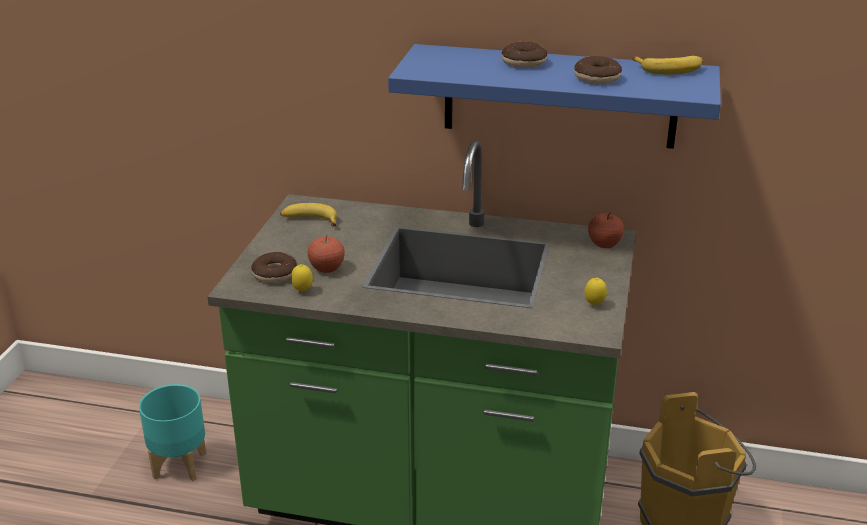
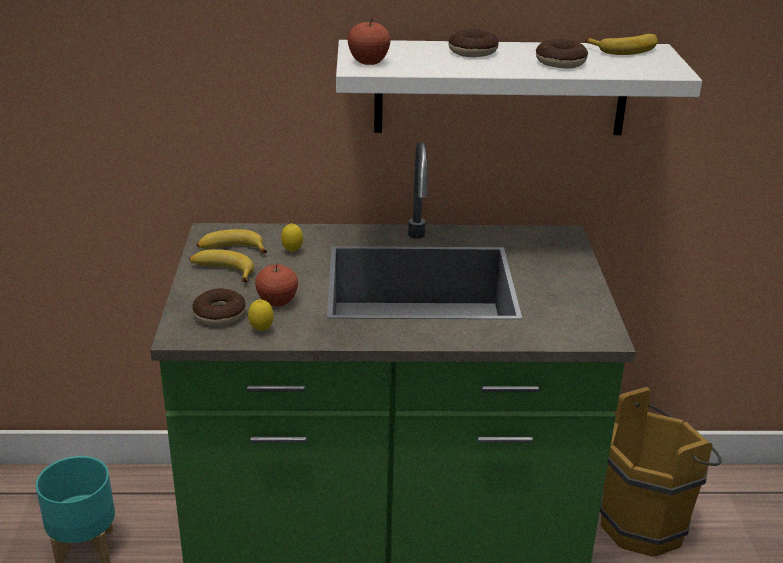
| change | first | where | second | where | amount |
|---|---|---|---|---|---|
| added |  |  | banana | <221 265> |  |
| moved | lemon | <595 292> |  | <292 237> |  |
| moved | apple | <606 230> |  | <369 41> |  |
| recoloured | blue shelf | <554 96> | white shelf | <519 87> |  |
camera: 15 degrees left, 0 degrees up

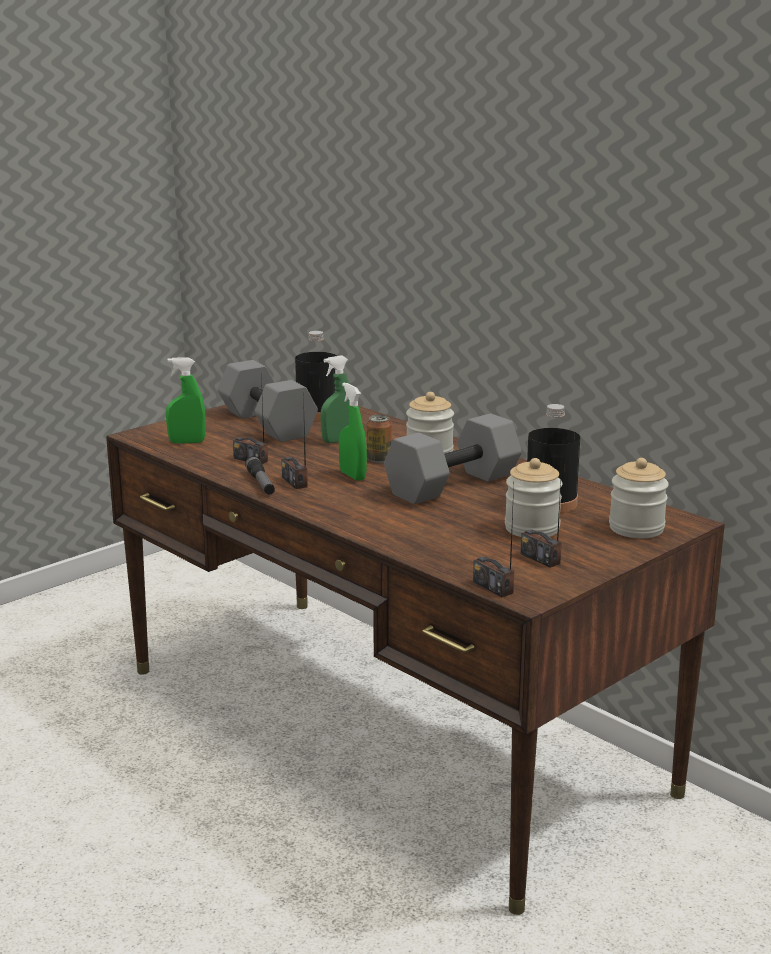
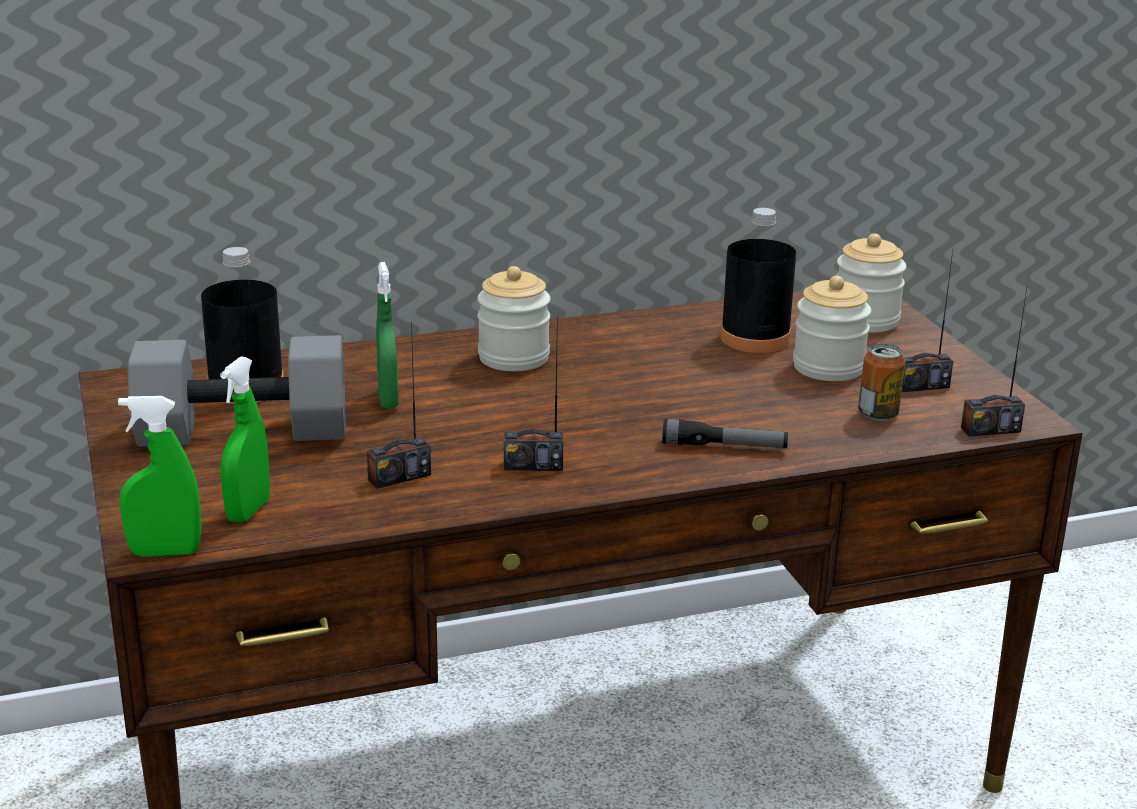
| change | first | where | second | where | amount |
|---|---|---|---|---|---|
| removed | grey dumbbell | <453 458> |  |  |  |
| moved | flashlight | <260 475> |  | <725 433> |  |
| moved | green spray bottle | <353 431> |  | <159 476> |  |
| moved | can | <379 439> |  | <881 382> |  |
camera: 65 degrees left, 5 degrees up

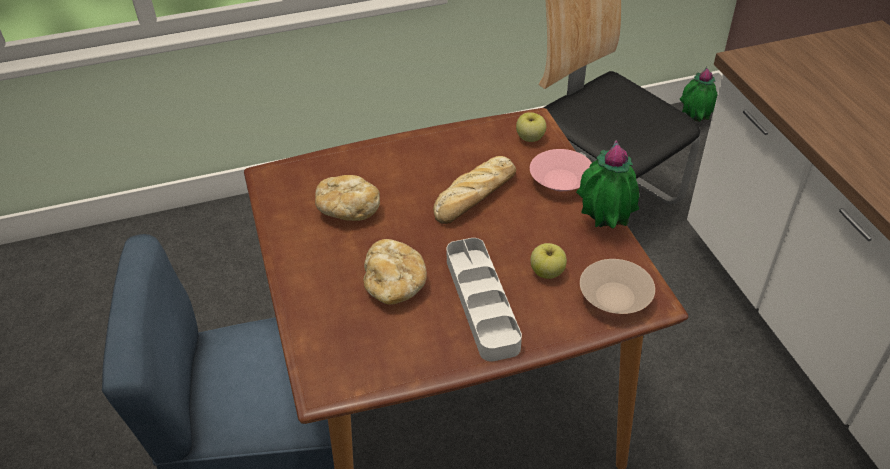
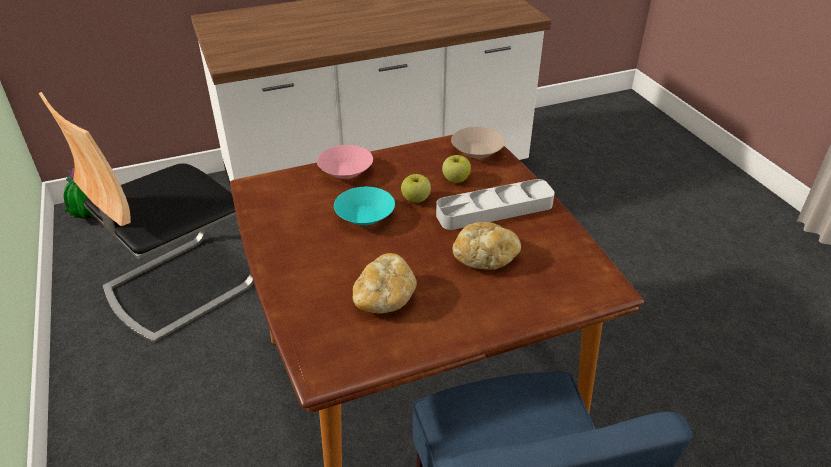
| change | first | where | second | where | amount |
|---|---|---|---|---|---|
| removed | potted plant | <607 184> |  |  |  |
| moved | apple | <531 127> |  | <416 188> |  |
| replaced | bread | <474 190> | turquoise bowl | <364 206> |  |
camera: 95 degrees left, 5 degrees down

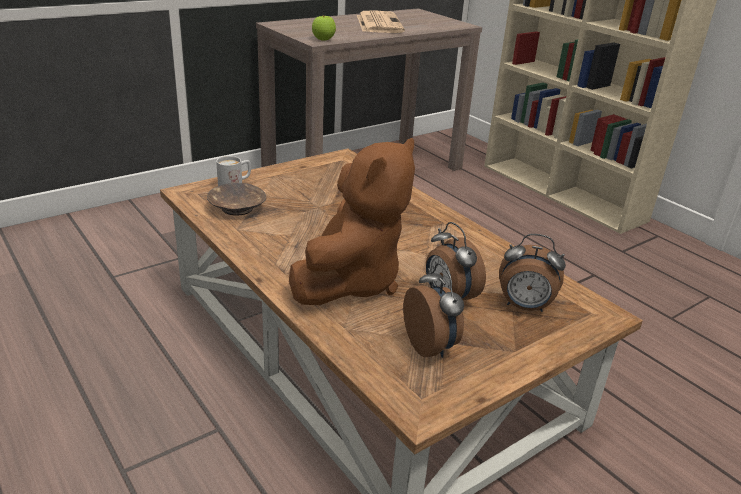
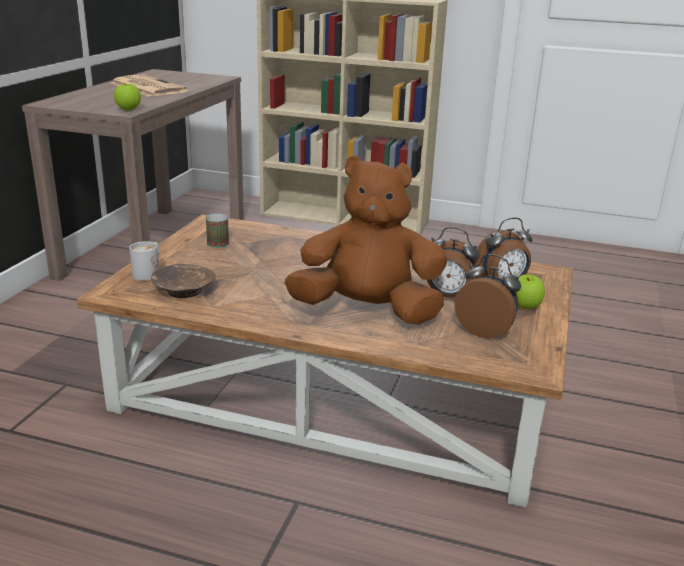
| change | first | where | second | where | amount |
|---|---|---|---|---|---|
| added |  |  | mug | <217 231> |  |
| added |  |  | apple | <530 292> |  |
| turned | brown plush toy | <352 221> |  | <365 240> | 75 degrees counterclockwise |
camera: 35 degrees left, 5 degrees down

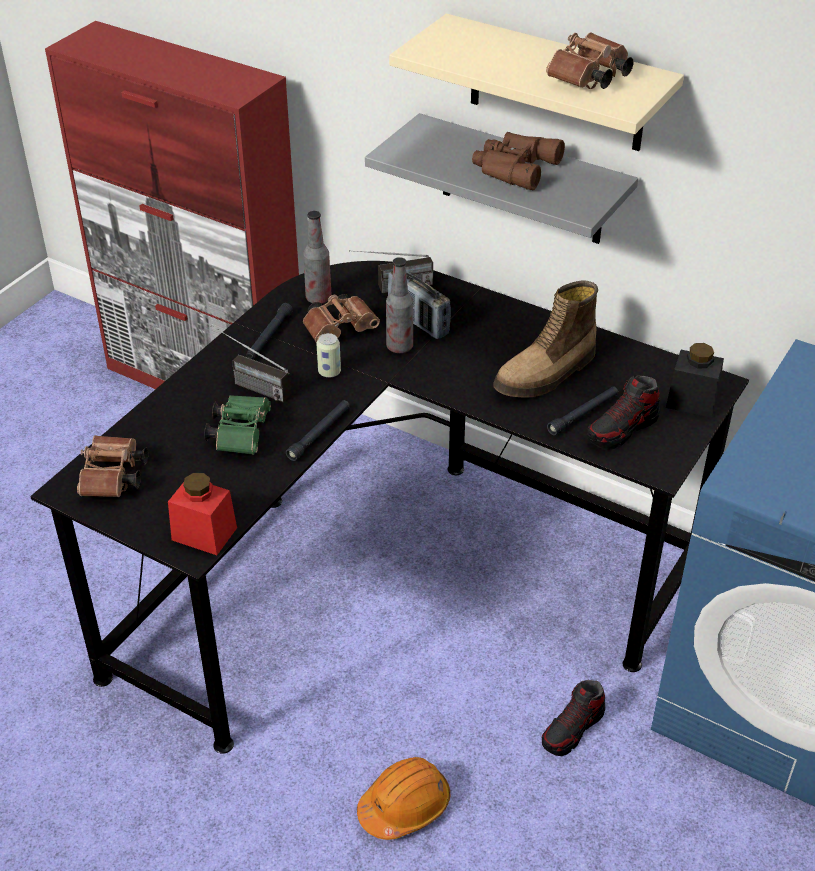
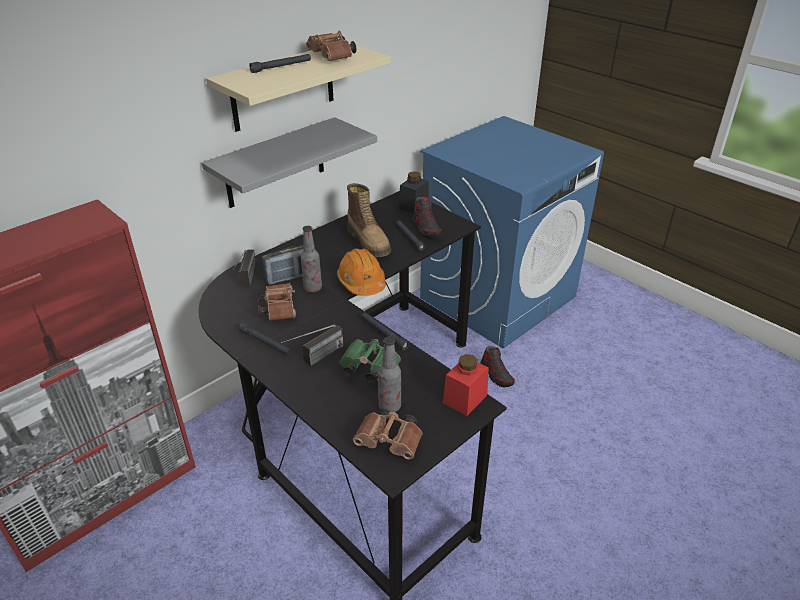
| change | first | where | second | where | amount |
|---|---|---|---|---|---|
| removed | can | <328 355> |  |  |  |
| removed | brown binoculars | <518 161> |  |  |  |
| added |  |  | black flashlight | <280 63> |  |
| moved | bottle | <317 257> |  | <389 374> |  |
| moved | orange hard hat | <403 798> |  | <361 272> |  |
camera: 75 degrees left, 5 degrees down

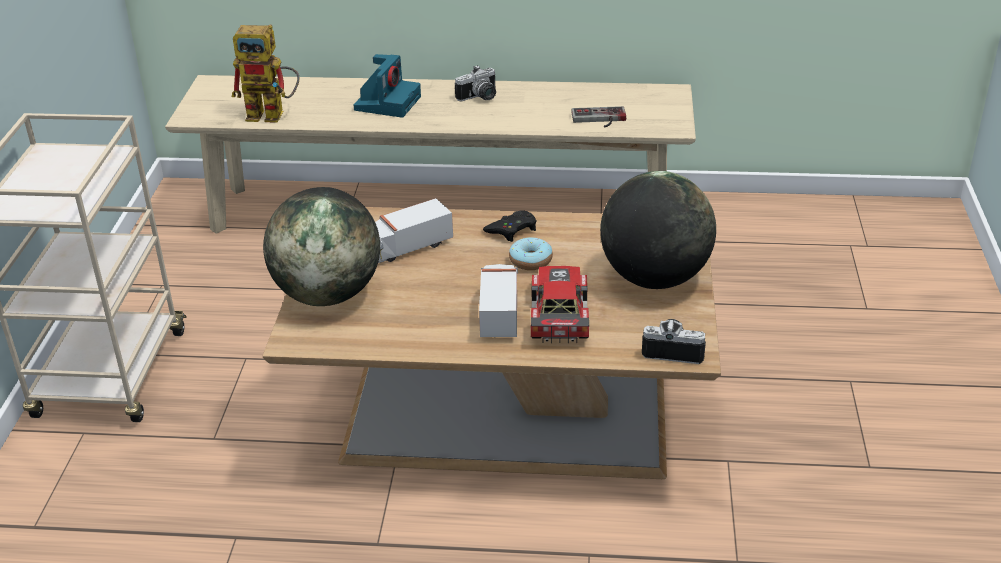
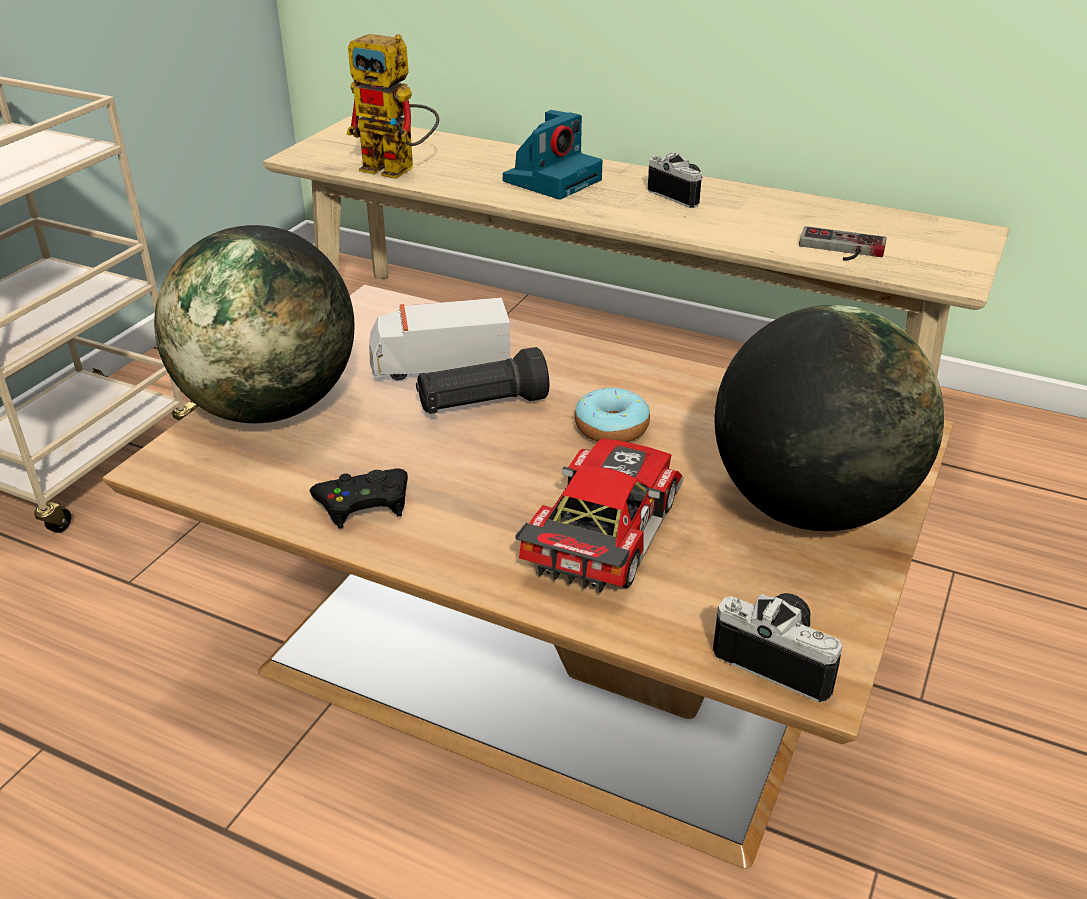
| change | first | where | second | where | amount |
|---|---|---|---|---|---|
| removed | toy truck | <498 300> |  |  |  |
| added |  |  | black flashlight | <482 380> |  |
| moved | black game controller | <509 226> |  | <359 498> |  |
| turned | photo camera | <475 83> |  | <675 180> | 120 degrees counterclockwise |
camera: 20 degrees right, 0 degrees up

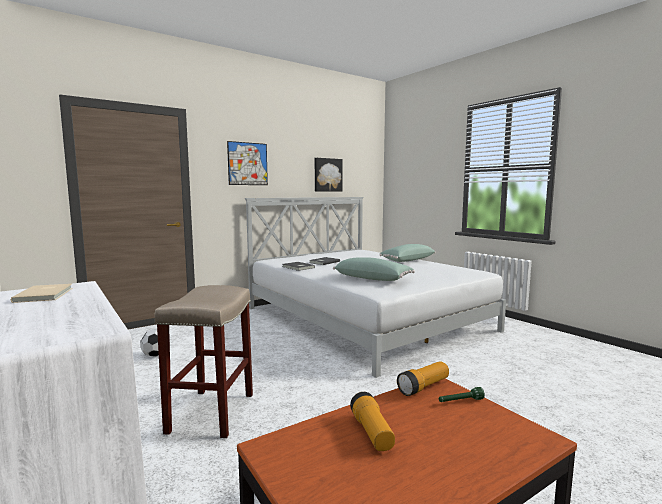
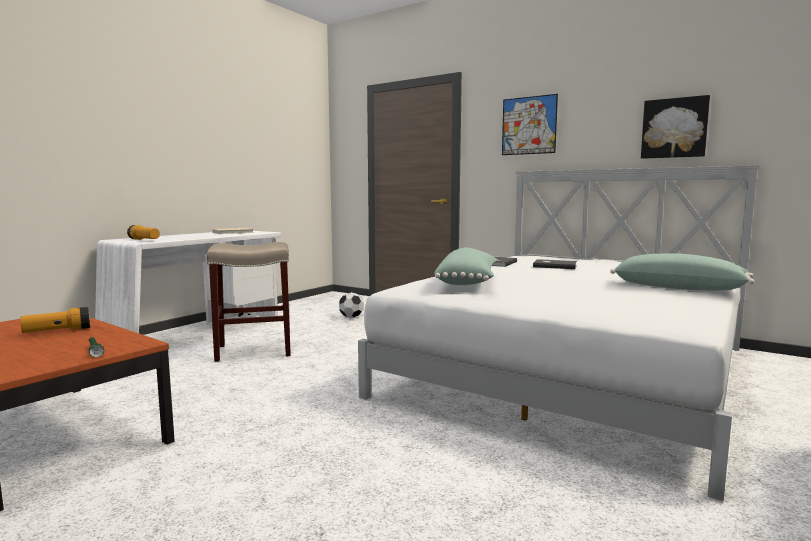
| change | first | where | second | where | amount |
|---|---|---|---|---|---|
| moved | flashlight | <423 378> |  | <143 232> |  |
camera: 70 degrees right, 0 degrees up

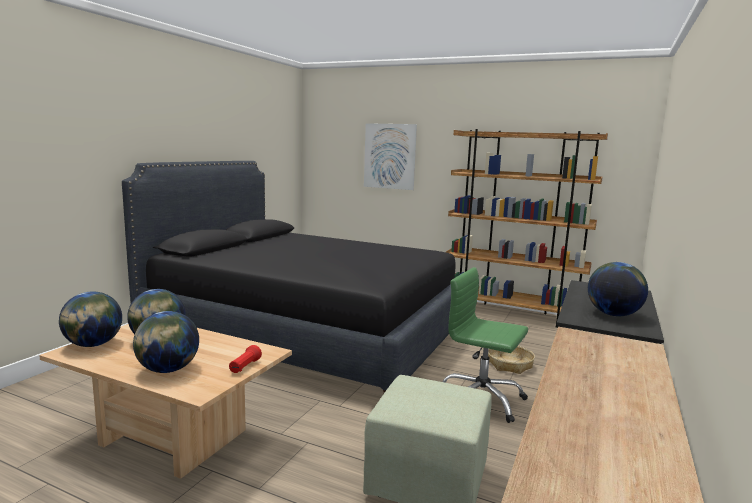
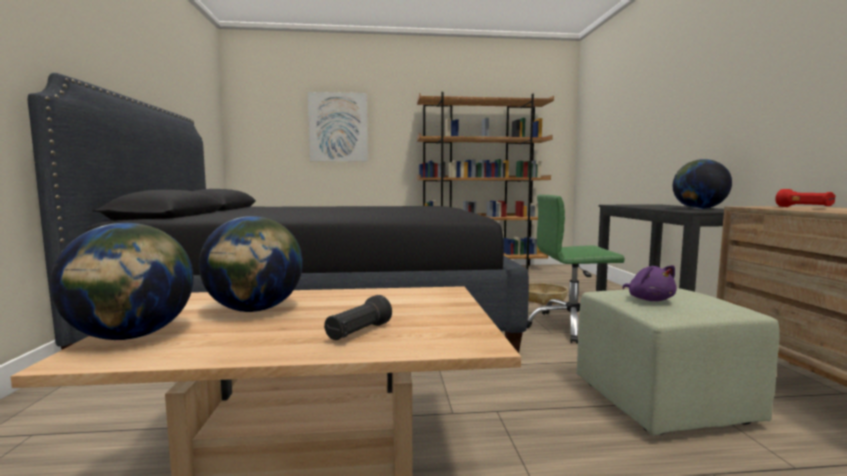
| change | first | where | second | where | amount |
|---|---|---|---|---|---|
| added |  |  | purple plush toy | <650 283> |  |
| moved | red flashlight | <245 359> |  | <805 198> |  |
| replaced | globe | <166 342> | black flashlight | <358 317> |  |
camera: 30 degrees left, 5 degrees down

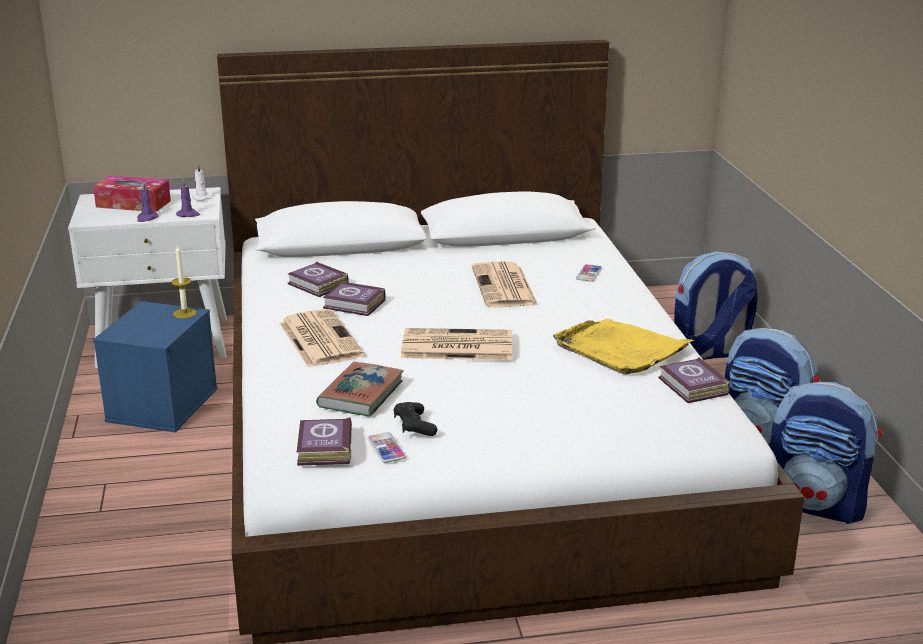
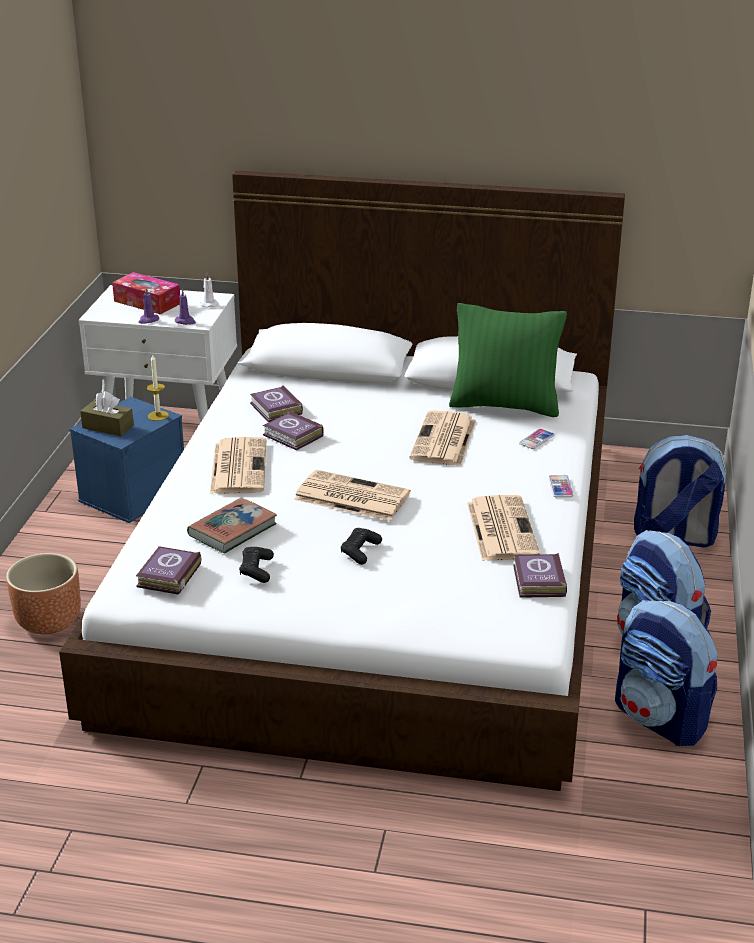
| change | first | where | second | where | amount |
|---|---|---|---|---|---|
| added |  |  | brown planter | <43 593> |  |
| added |  |  | brown tissue box | <107 413> |  |
| added |  |  | black game controller | <361 546> |  |
| added |  |  | green pillow | <508 360> |  |
| moved | phone | <387 447> |  | <560 486> |  |
| replaced | yellow tray | <623 347> | newspaper | <503 528> |  |
camera: 20 degrees right, 5 degrees up

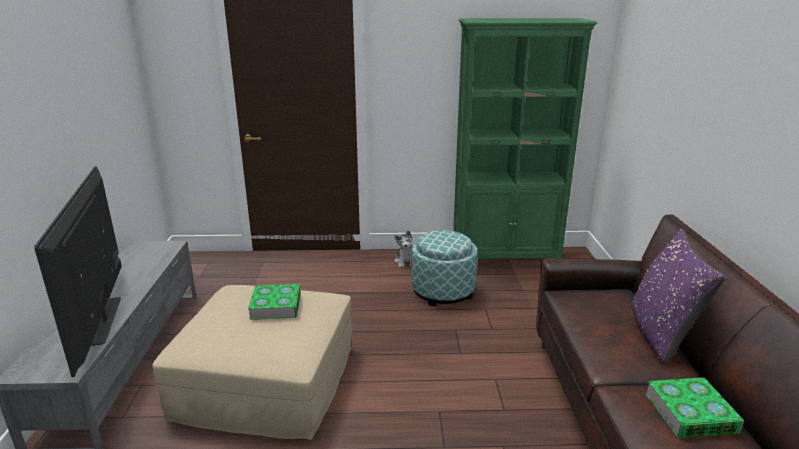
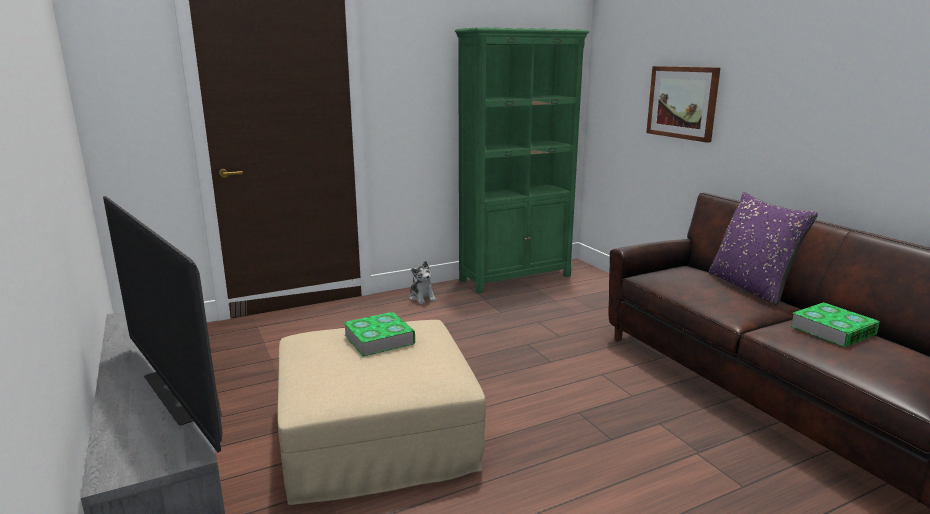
| change | first | where | second | where | amount |
|---|---|---|---|---|---|
| removed | ottoman | <444 268> |  |  |  |
| added |  |  | picture | <683 104> |  |
camera: 25 degrees left, 5 degrees down

